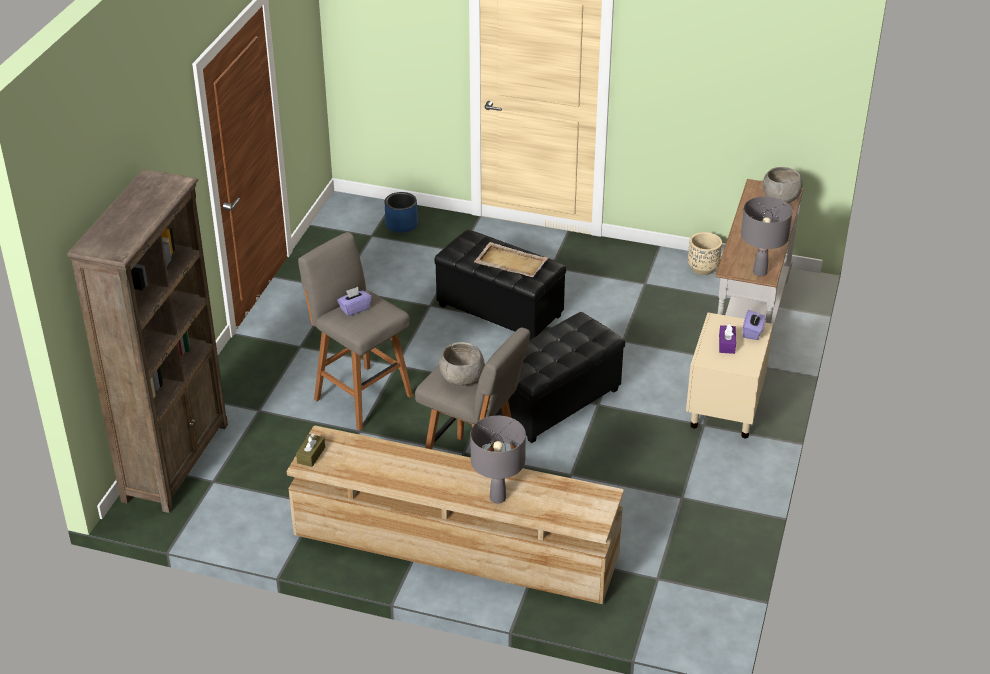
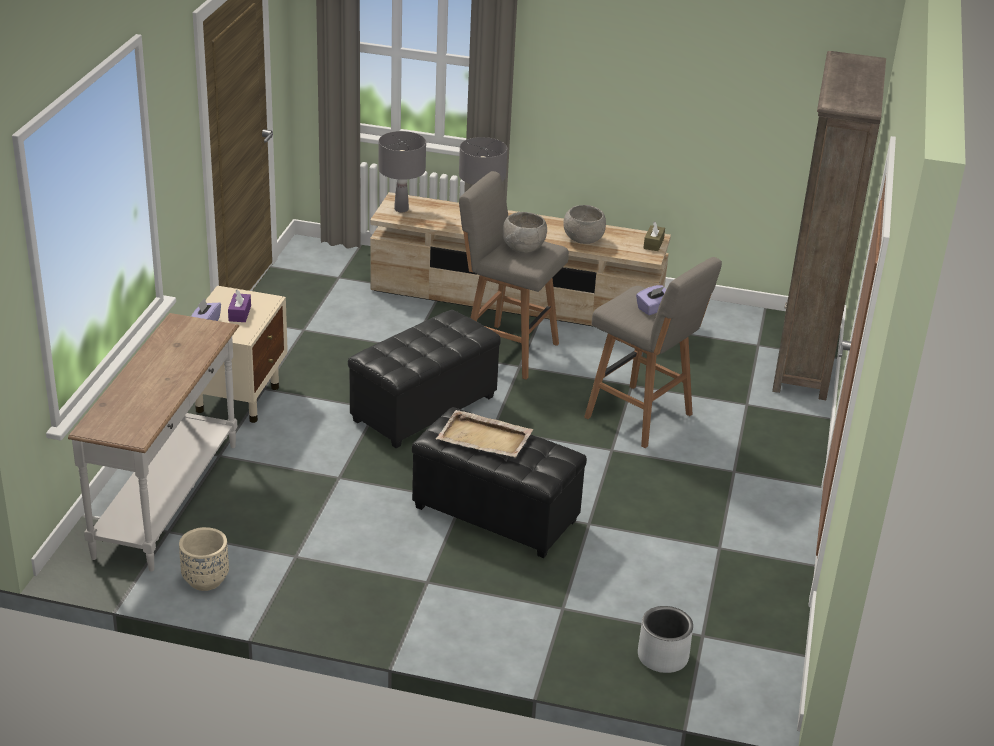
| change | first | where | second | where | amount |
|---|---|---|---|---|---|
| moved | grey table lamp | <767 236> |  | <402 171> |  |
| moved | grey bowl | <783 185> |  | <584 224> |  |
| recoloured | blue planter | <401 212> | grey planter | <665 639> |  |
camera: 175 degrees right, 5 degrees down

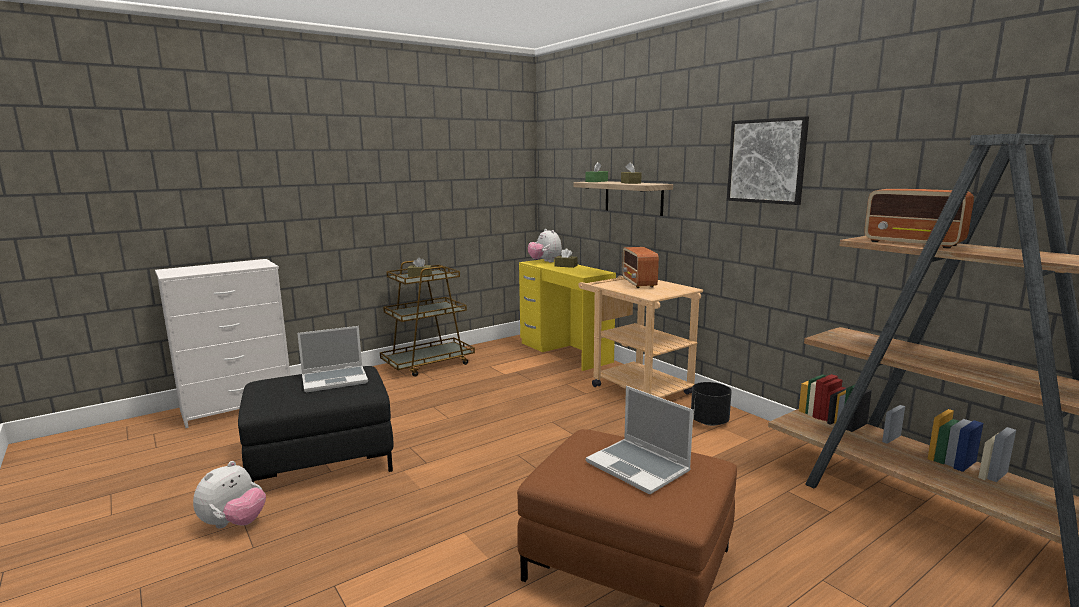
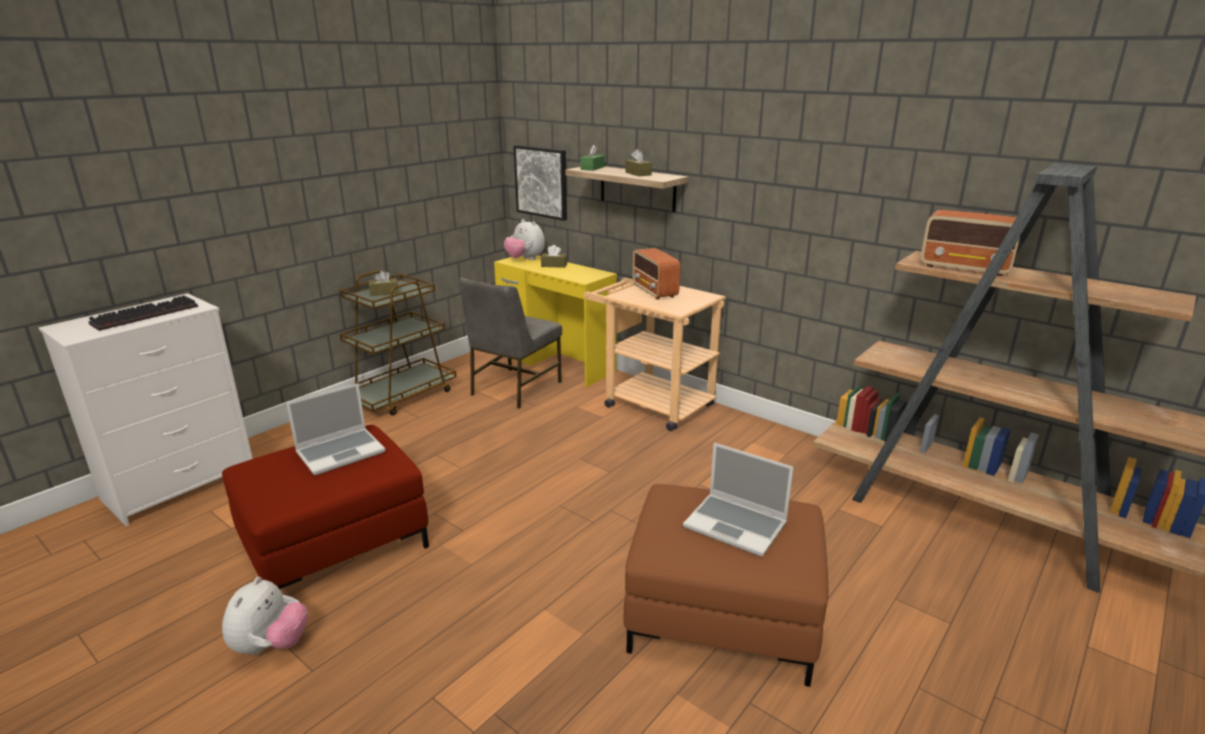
| change | first | where | second | where | amount |
|---|---|---|---|---|---|
| removed | black planter | <711 404> |  |  |  |
| added |  |  | keyboard | <143 313> |  |
| added |  |  | grey chair | <510 343> |  |
| moved | picture | <768 160> |  | <540 183> |  |
| recoloured | black ottoman | <316 424> | red ottoman | <325 507> |  |
camera: 15 degrees left, 10 degrees up

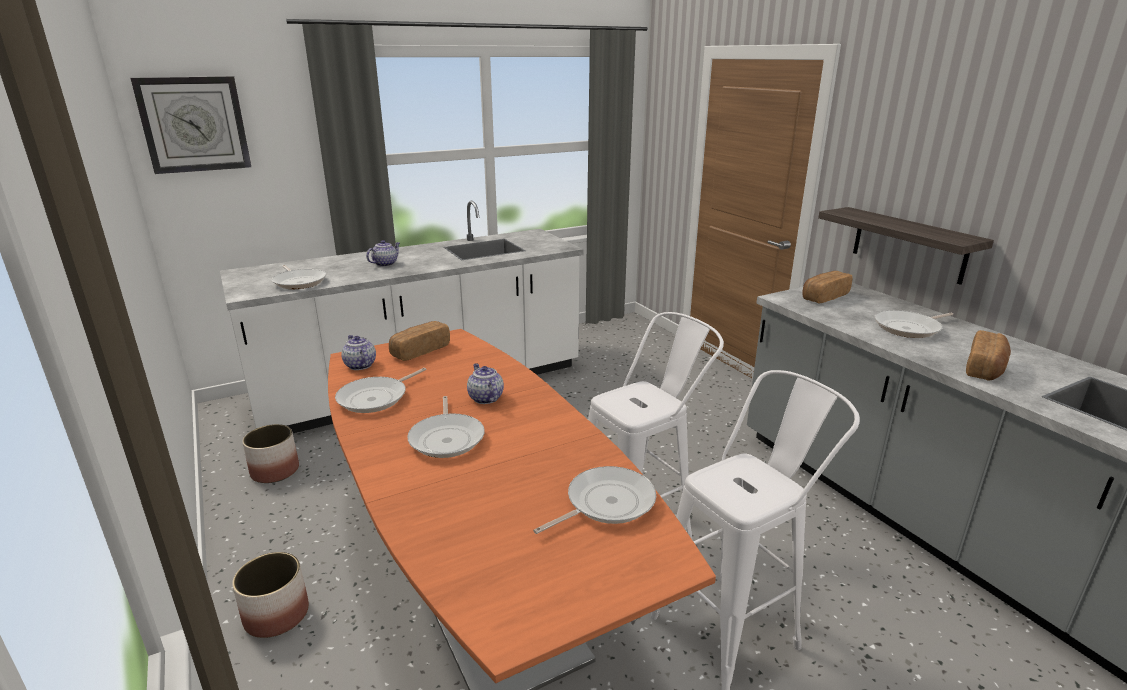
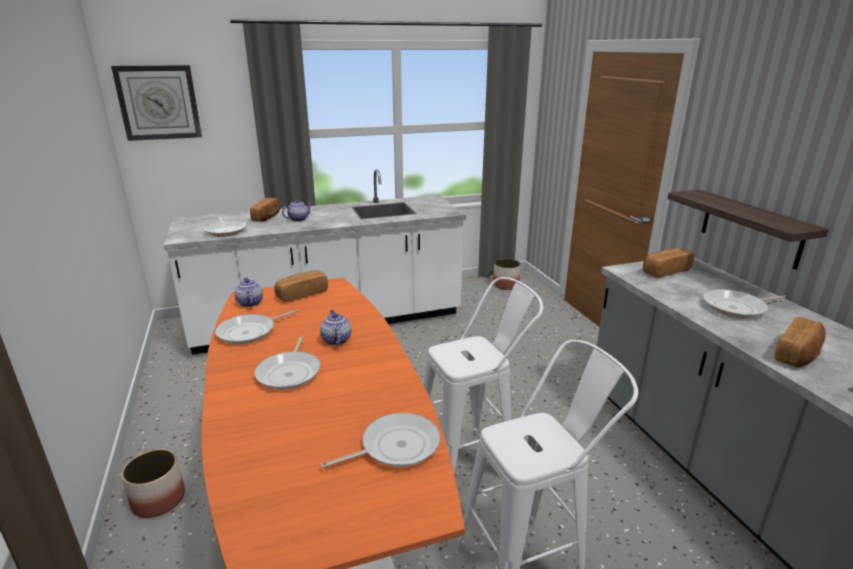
| change | first | where | second | where | amount |
|---|---|---|---|---|---|
| added |  |  | bread | <265 210> |  |
| moved | planter | <270 453> |  | <507 274> |  |
camera: 10 degrees right, 0 degrees up

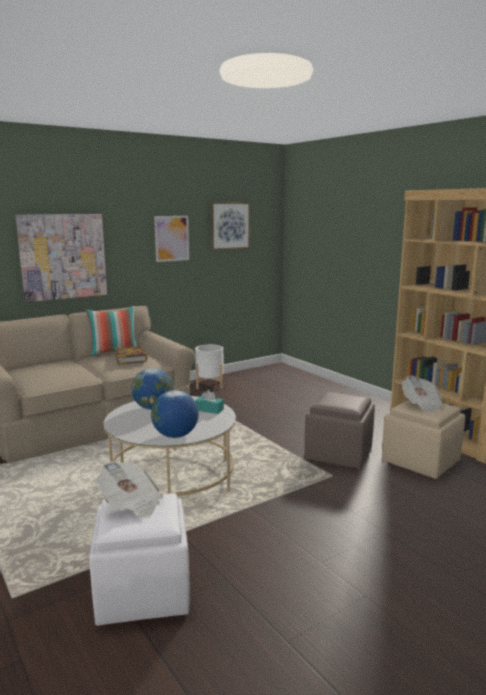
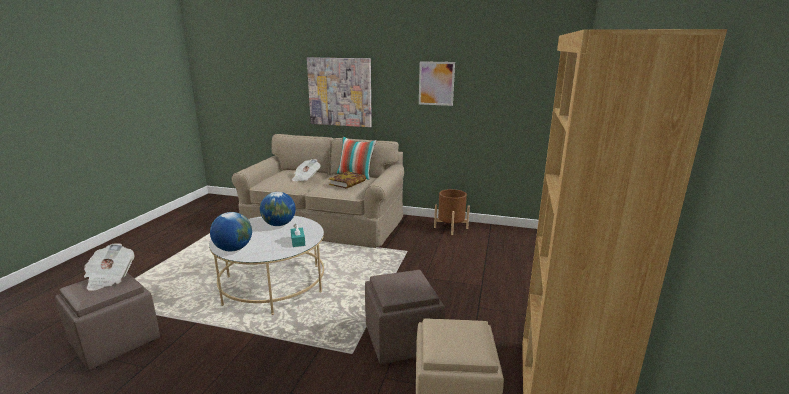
| change | first | where | second | where | amount |
|---|---|---|---|---|---|
| removed | picture | <230 226> |  |  |  |
| moved | newspaper | <423 394> |  | <306 170> |  |
| recoloured | white ottoman | <139 559> | brown ottoman | <107 321> |  |
| recoloured | white planter | <209 367> | brown planter | <452 212> |  |
camera: 50 degrees right, 5 degrees up

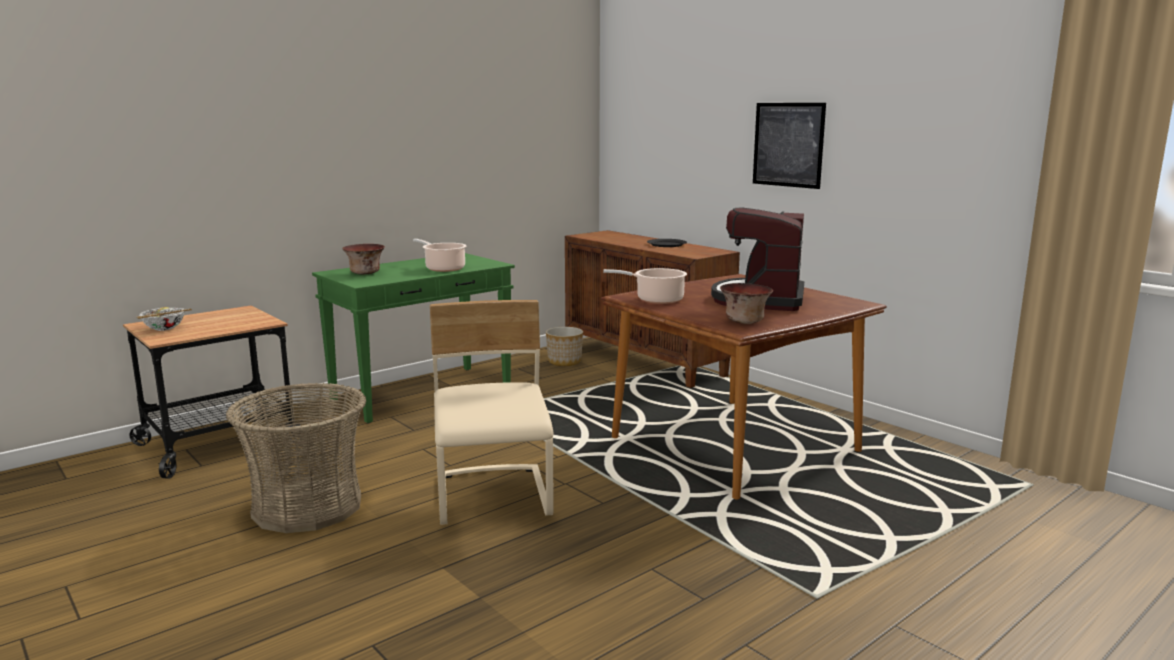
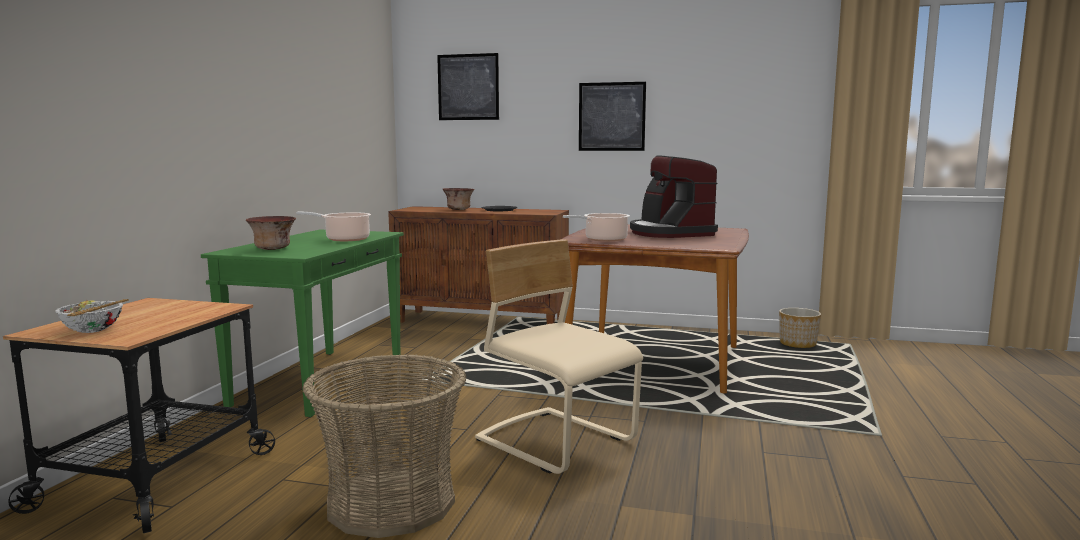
| change | first | where | second | where | amount |
|---|---|---|---|---|---|
| added |  |  | picture | <468 86> |  |
| moved | planter | <564 346> |  | <800 328> |  |
| moved | bowl | <746 303> |  | <459 199> |  |
camera: 35 degrees left, 5 degrees down

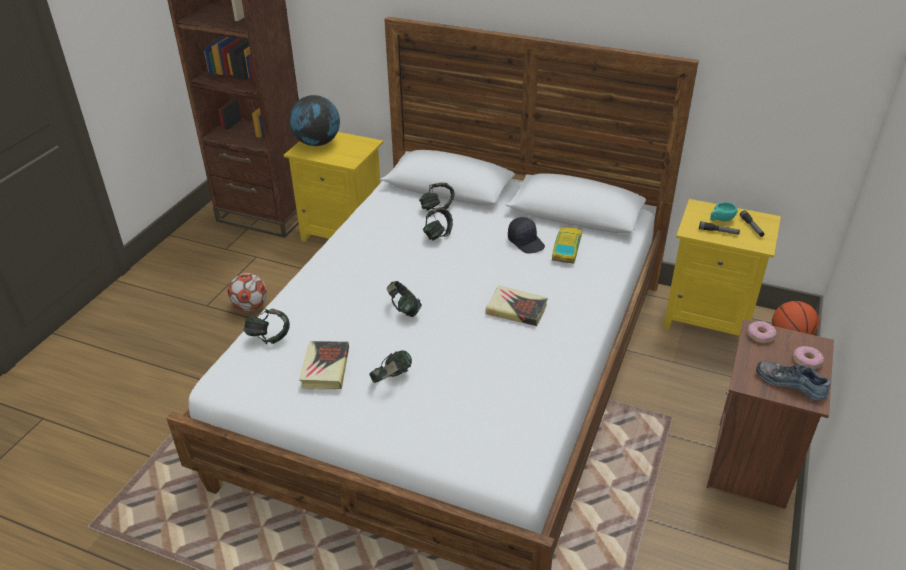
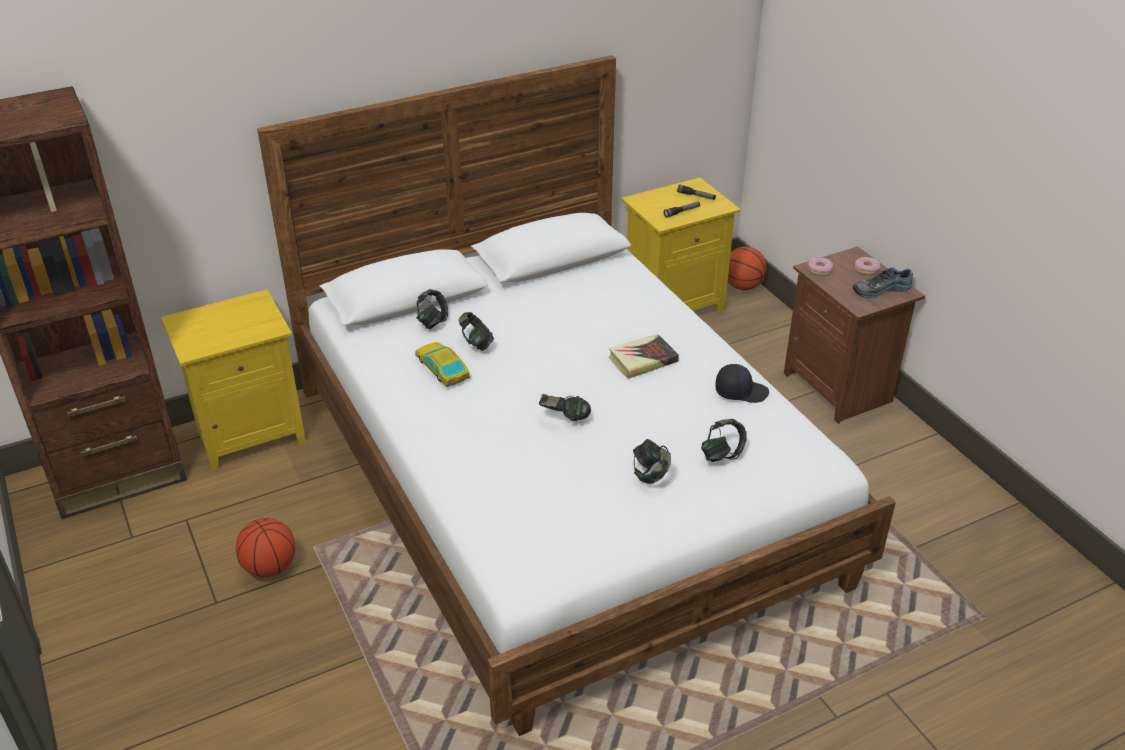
| change | first | where | second | where | amount |
|---|---|---|---|---|---|
| removed | globe | <314 120> |  |  |  |
| removed | book | <324 365> |  |  |  |
| removed | turquoise cup | <724 212> |  |  |  |
| moved | headphones | <266 326> |  | <724 440> |  |
| moved | black cap | <526 235> |  | <742 383> |  |
| moved | toy car | <567 245> |  | <442 364> |  |
| replaced | football | <247 292> | basketball | <265 547> |  |
camera: 50 degrees left, 0 degrees up

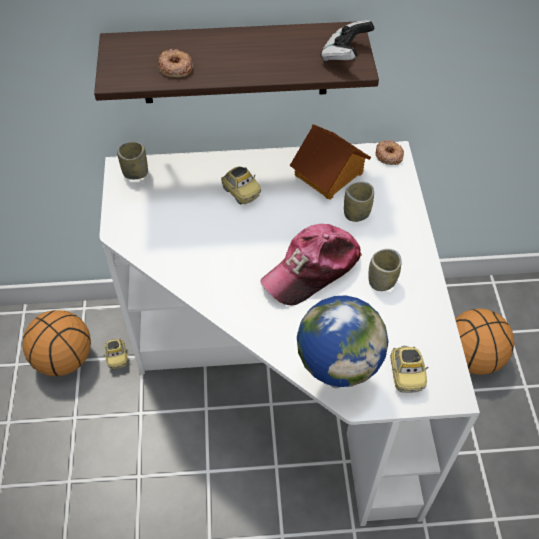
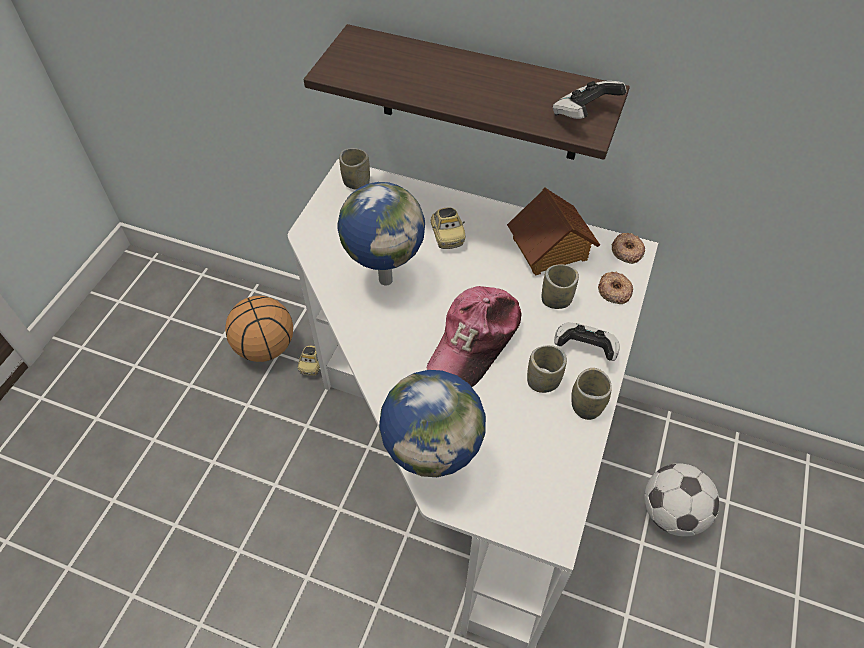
| change | first | where | second | where | amount |
|---|---|---|---|---|---|
| removed | toy car | <409 369> |  |  |  |
| added |  |  | globe | <381 233> |  |
| added |  |  | game controller | <587 341> |  |
| added |  |  | cup | <591 394> |  |
| moved | donut | <175 63> |  | <615 288> |  |
| replaced | basketball | <485 342> | football | <681 499> |  |
| turned | cap | <311 265> |  | <474 336> | 45 degrees counterclockwise |
camera: 25 degrees right, 0 degrees up

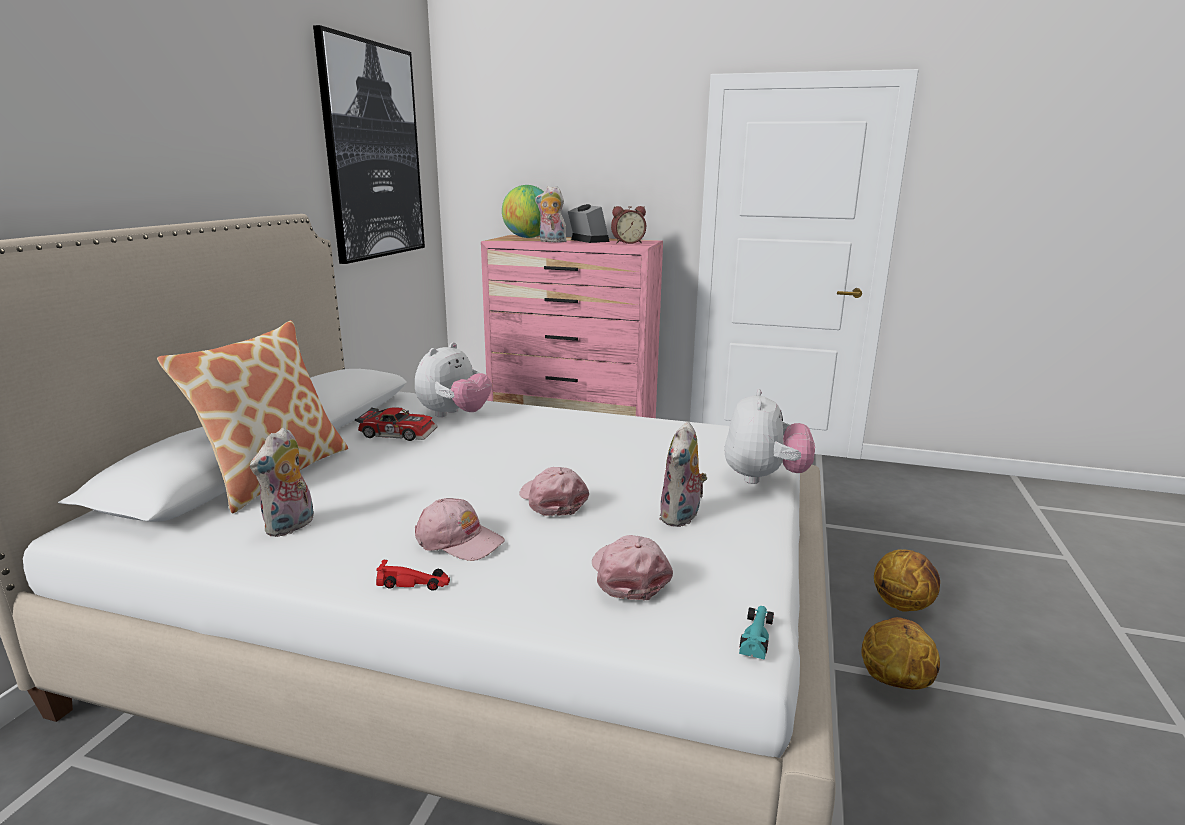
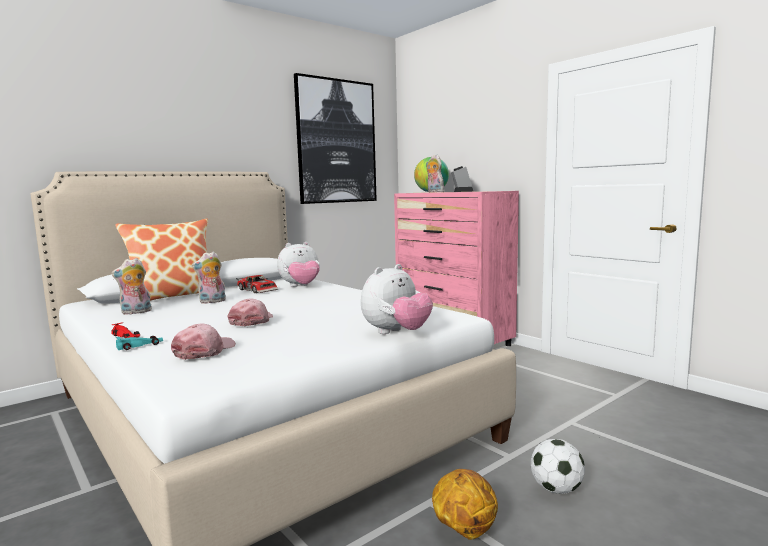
| change | first | where | second | where | amount |
|---|---|---|---|---|---|
| removed | pink cap | <460 529> |  |  |  |
| removed | alarm clock | <628 225> |  |  |  |
| moved | plush toy | <683 474> |  | <209 278> |  |
| moved | turquoise toy car | <756 633> |  | <139 343> |  |
| replaced | basketball | <907 581> | football | <558 466> |  |
camera: 35 degrees right, 10 degrees down

